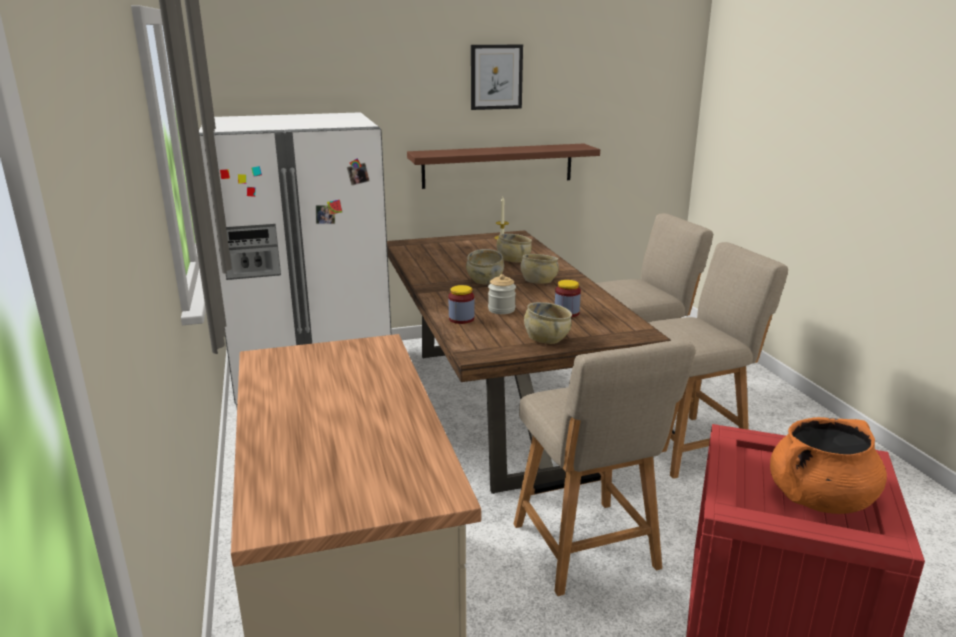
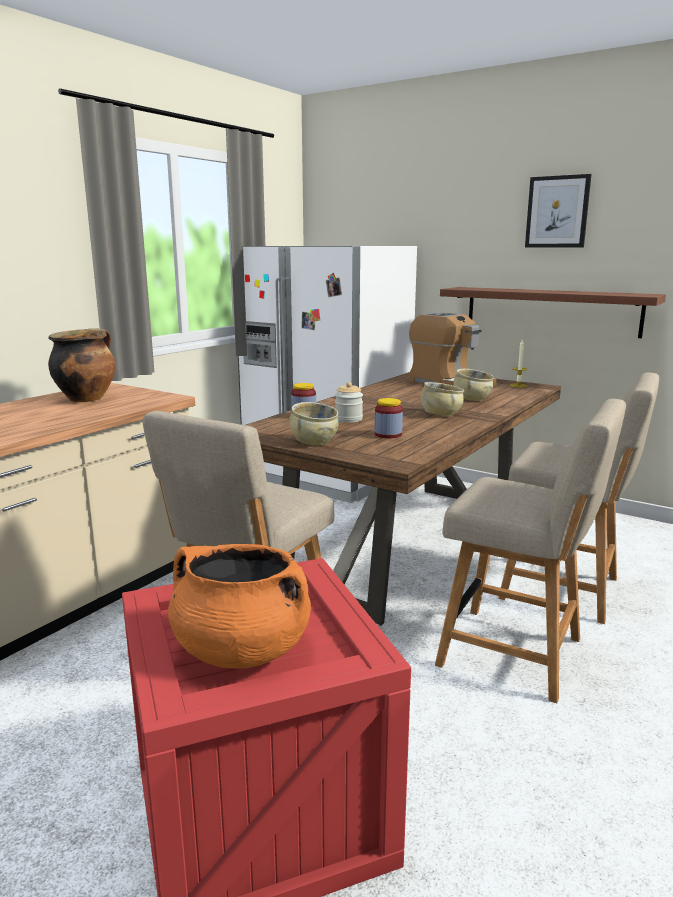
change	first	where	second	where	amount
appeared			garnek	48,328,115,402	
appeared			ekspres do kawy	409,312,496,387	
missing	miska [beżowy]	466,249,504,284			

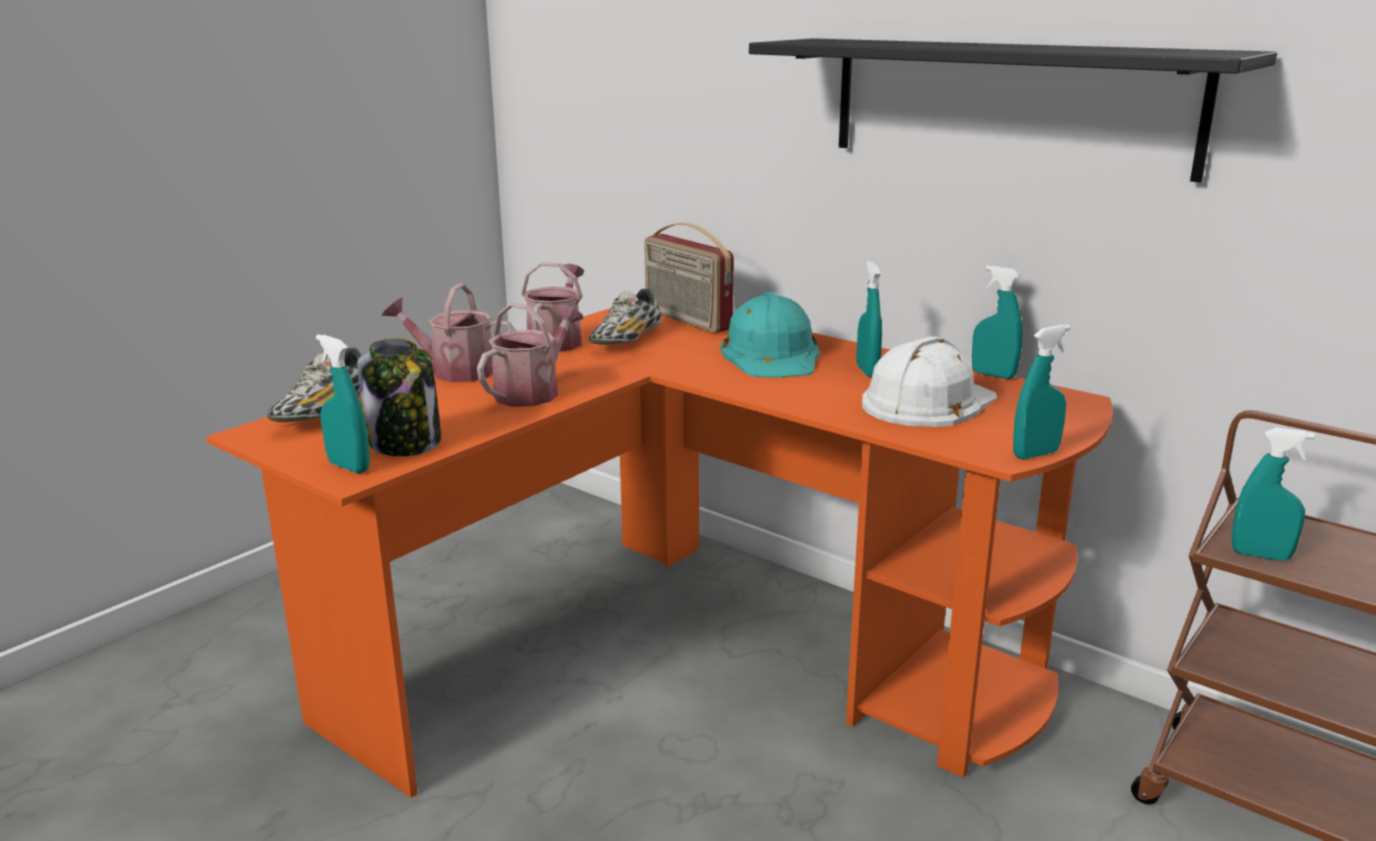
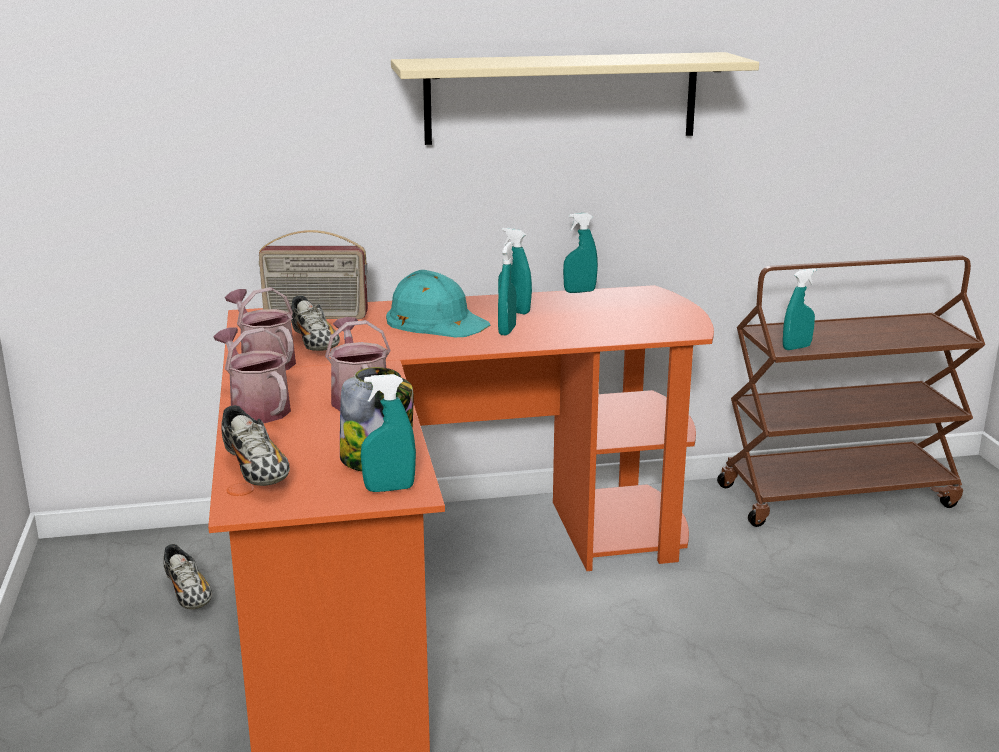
change	first	where	second	where	amount
appeared			but	163,544,212,609	
spun	konewka	381,283,516,382		213,327,291,423	90 degrees clockwise
colour	półka [czarny]	749,38,1277,183	półka [beżowy]	391,52,759,145	
relocated	spryskiwacz [turkusowy]	1013,325,1071,459		498,241,517,335	
missing	kask [biały]	862,336,997,427			

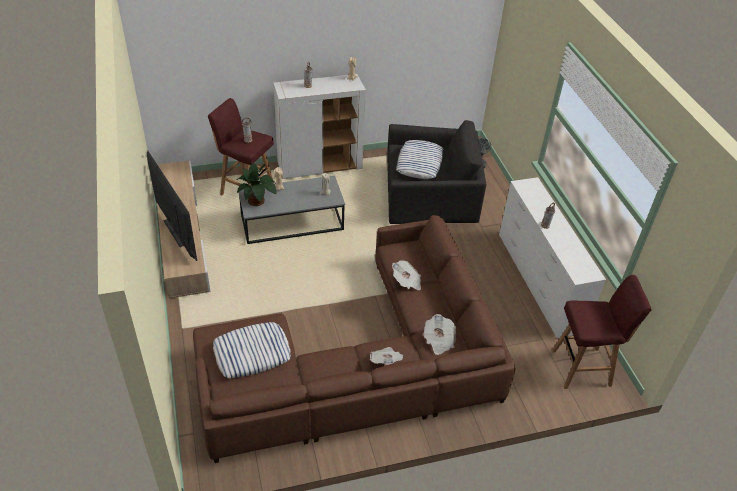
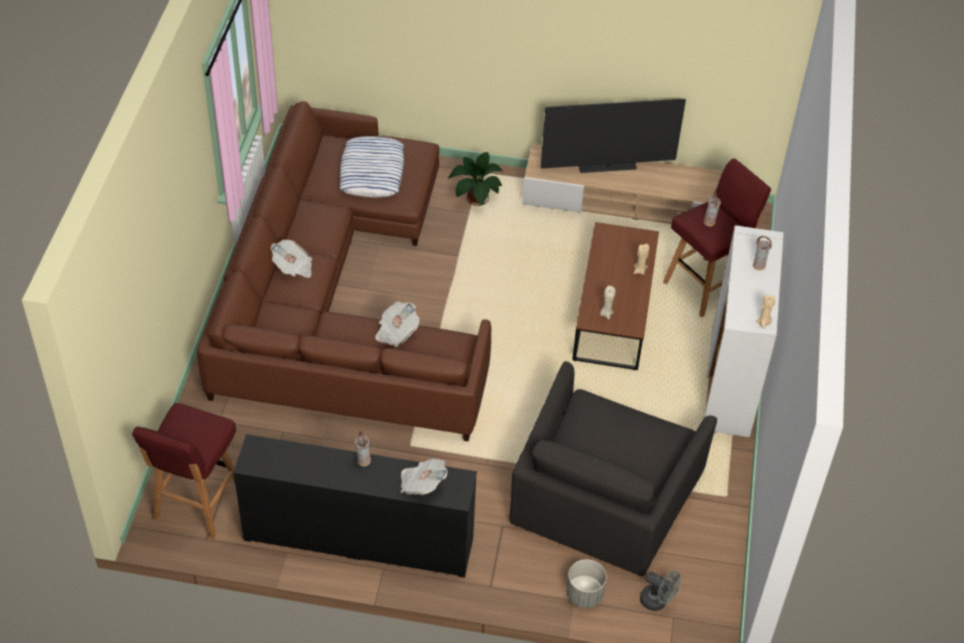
change	first	where	second	where	amount
colour	komoda [biały]	499,177,606,339	komoda [czarny]	233,434,477,578	
relocated	gazeta	423,314,456,355		401,458,448,495	
relocated	roślina doniczkowa	236,163,277,206		448,152,503,206	
appeared			donica [szary]	566,559,607,608	
colour	ława [szary]	238,176,345,244	ława [brązowy]	572,222,659,370	
missing	poduszka	396,140,443,179			

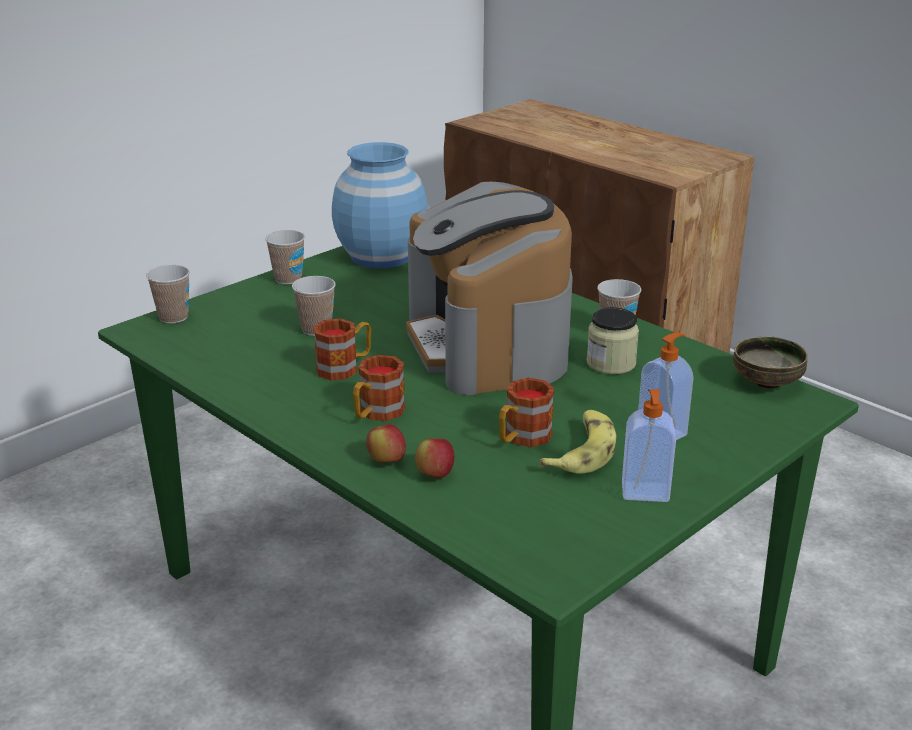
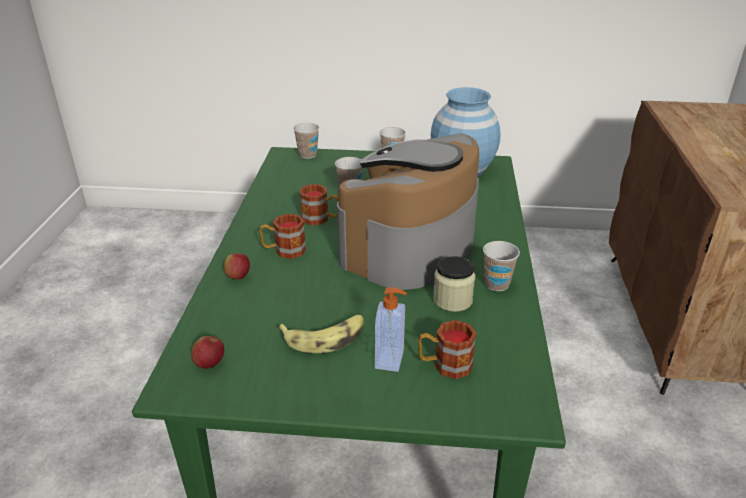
change	first	where	second	where	amount
relocated	jabłko	415,438,454,478		191,336,224,369	
relocated	kubek	499,378,554,447		418,320,477,379	
missing	dozownik mydła	622,389,676,502			
missing	miska	733,336,808,389			

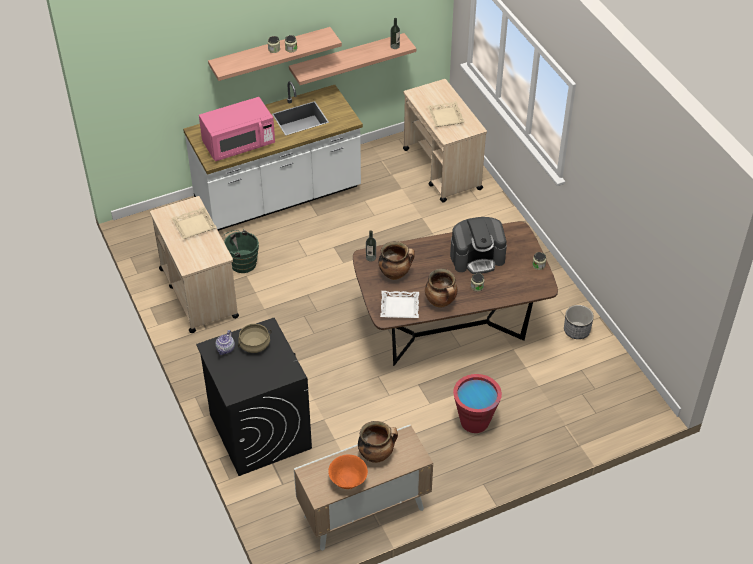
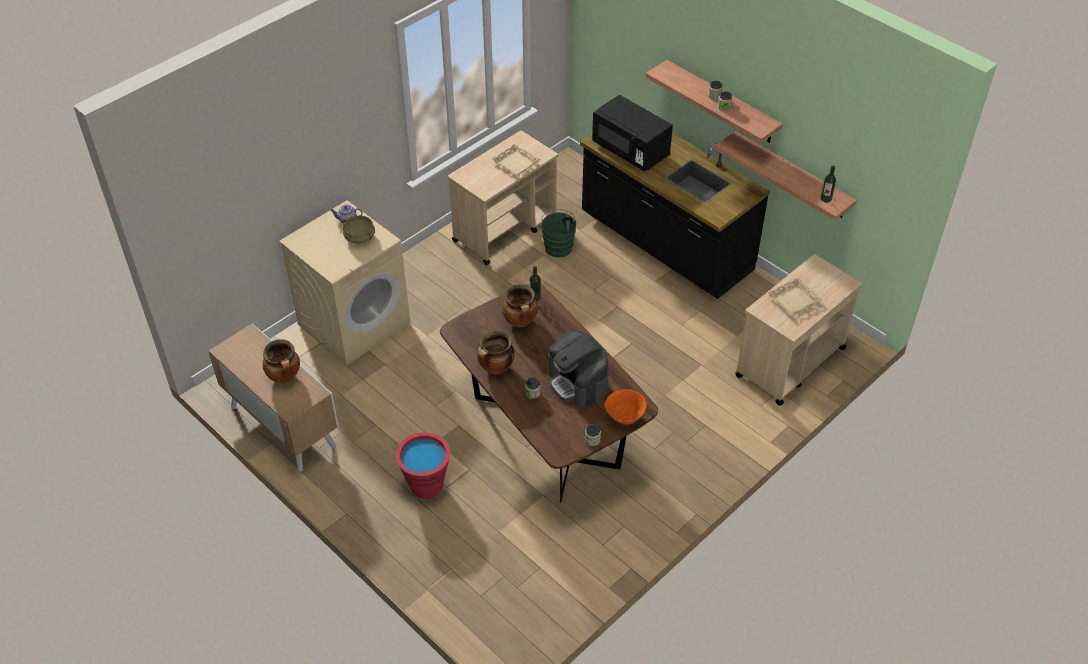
change	first	where	second	where	amount
colour	pralka [czarny]	196,318,312,476	pralka [beżowy]	279,200,410,366	
colour	zabudowa kuchenna [biały]	183,81,363,231	zabudowa kuchenna [czarny]	580,133,770,299	
colour	mikrofalówka [różowy]	199,97,275,161	mikrofalówka [czarny]	592,95,673,172	
relocated	miska [pomarańczowy]	328,455,368,489		605,389,647,425	
missing	taca [biały]	380,291,419,318			
missing	donica	564,305,594,339			

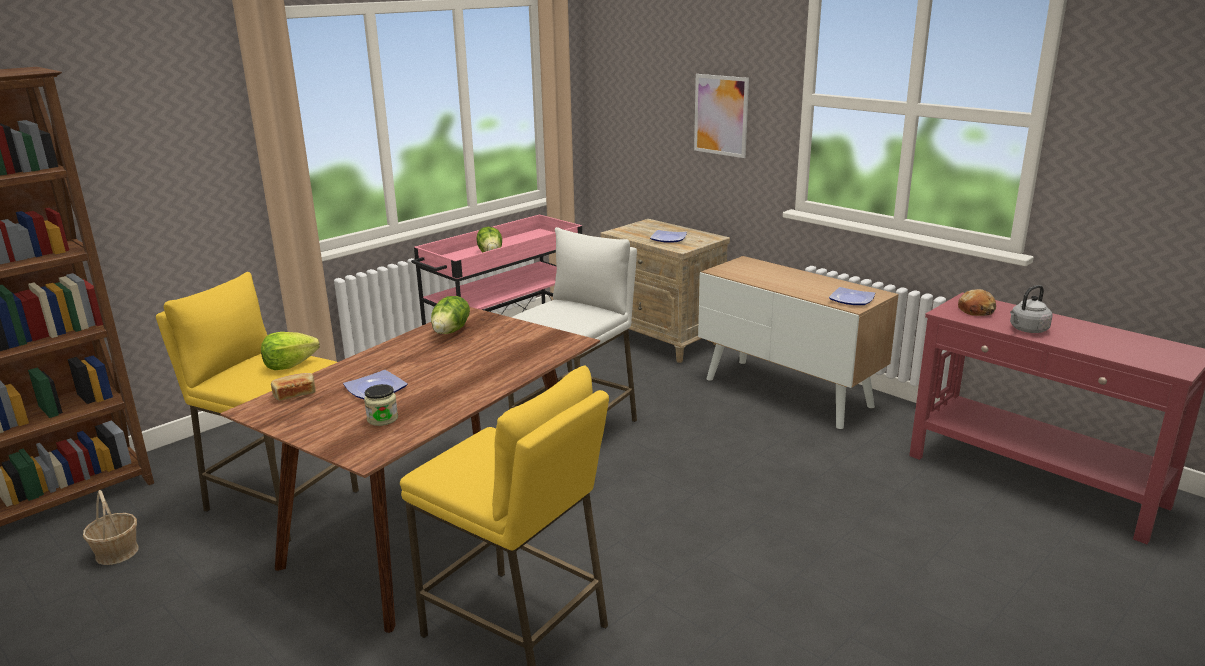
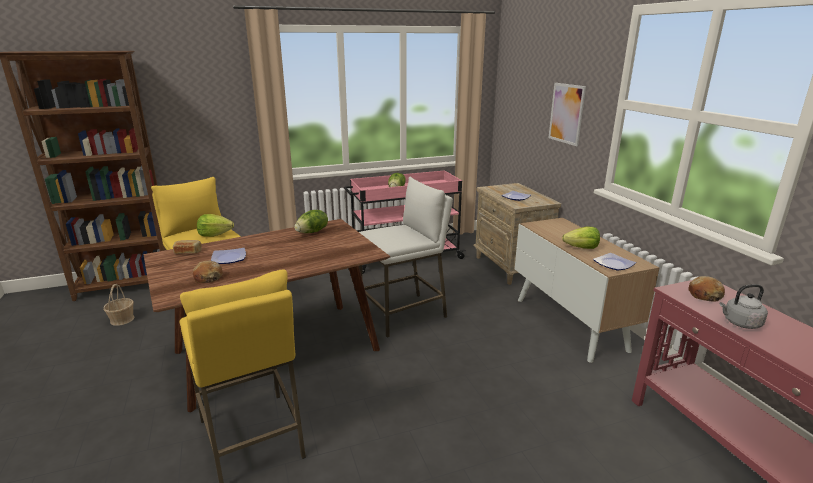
change	first	where	second	where	amount
exchanged	słoik	364,384,398,426	chleb	193,261,223,283	
appeared			sałata	562,227,600,249	

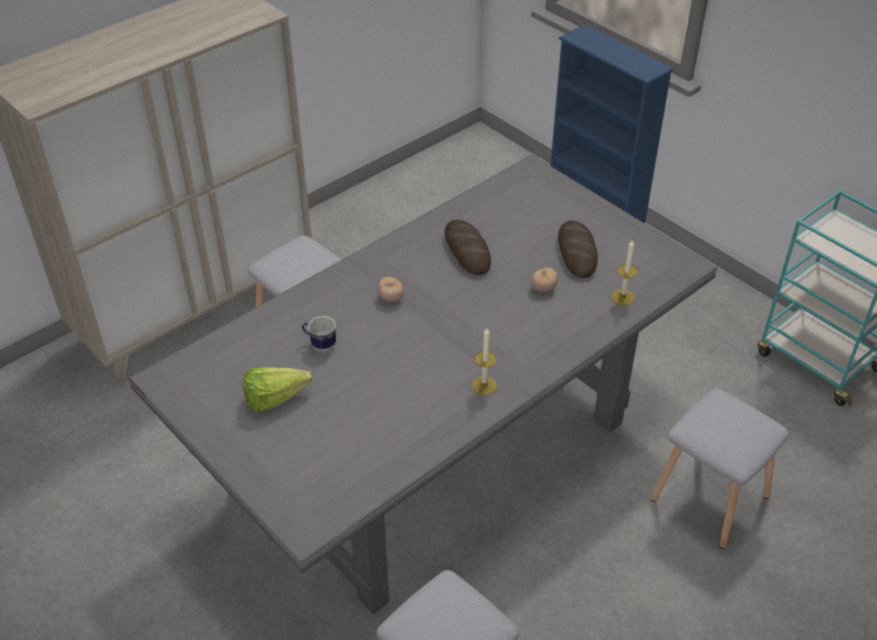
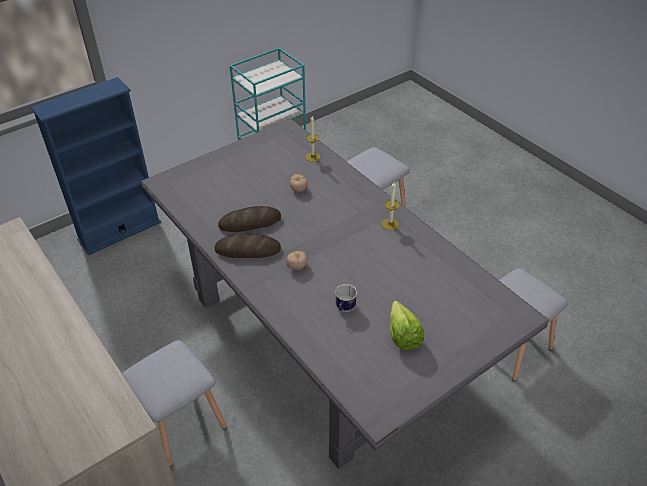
change	first	where	second	where	amount
relocated	chleb	558,220,598,278		215,234,281,258	

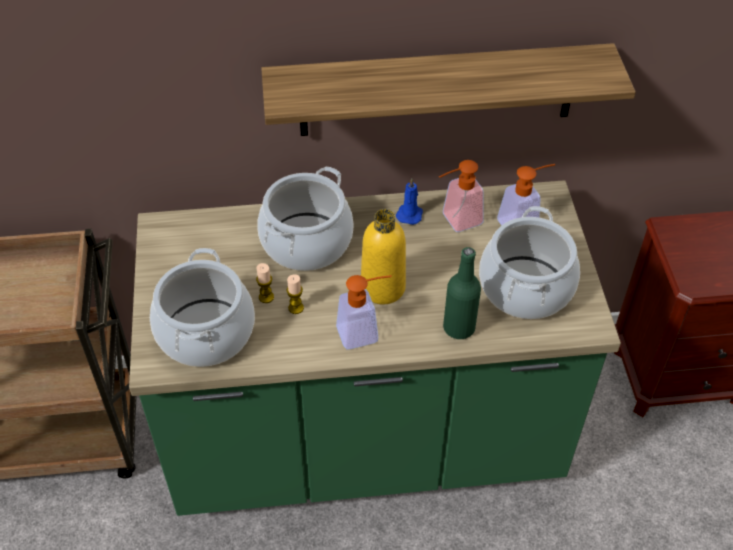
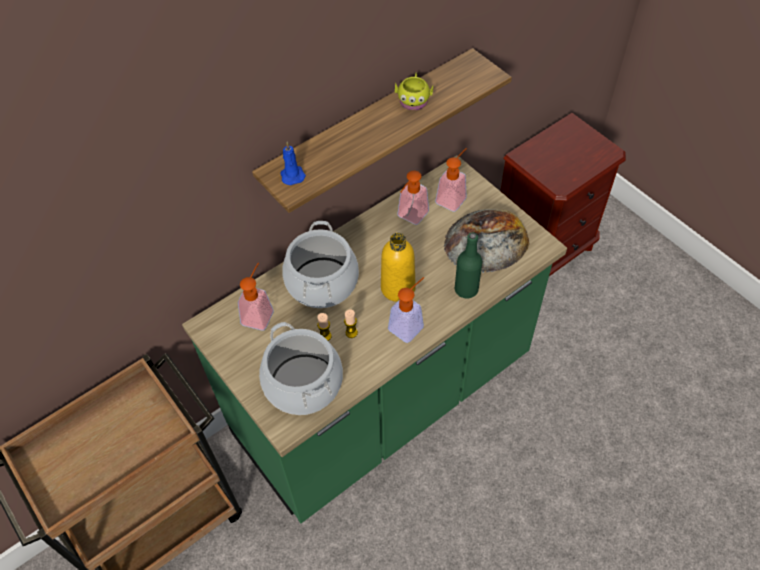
change	first	where	second	where	amount
appeared			dozownik mydła	238,263,273,331	
relocated	świeca [niebieski]	396,178,423,225		280,142,306,185	
appeared			kubek [żółty]	395,72,433,110	
exchanged	garnek	479,206,580,319	chleb	444,209,529,273	

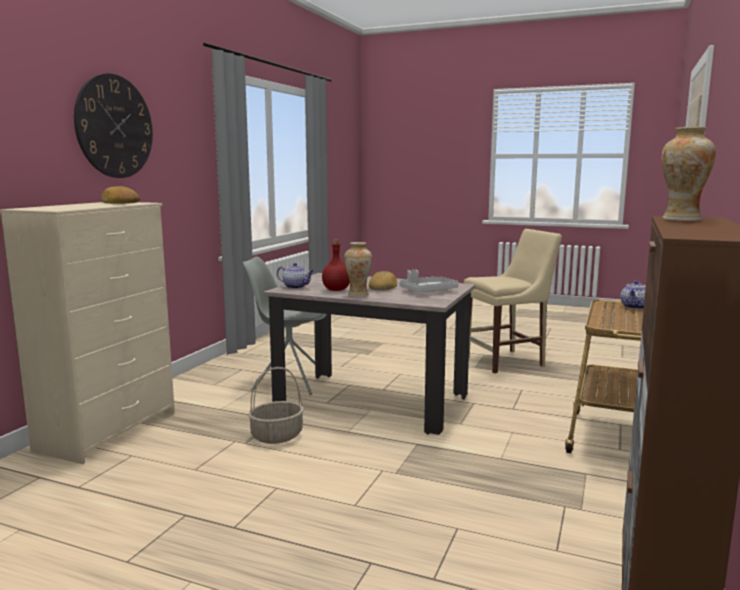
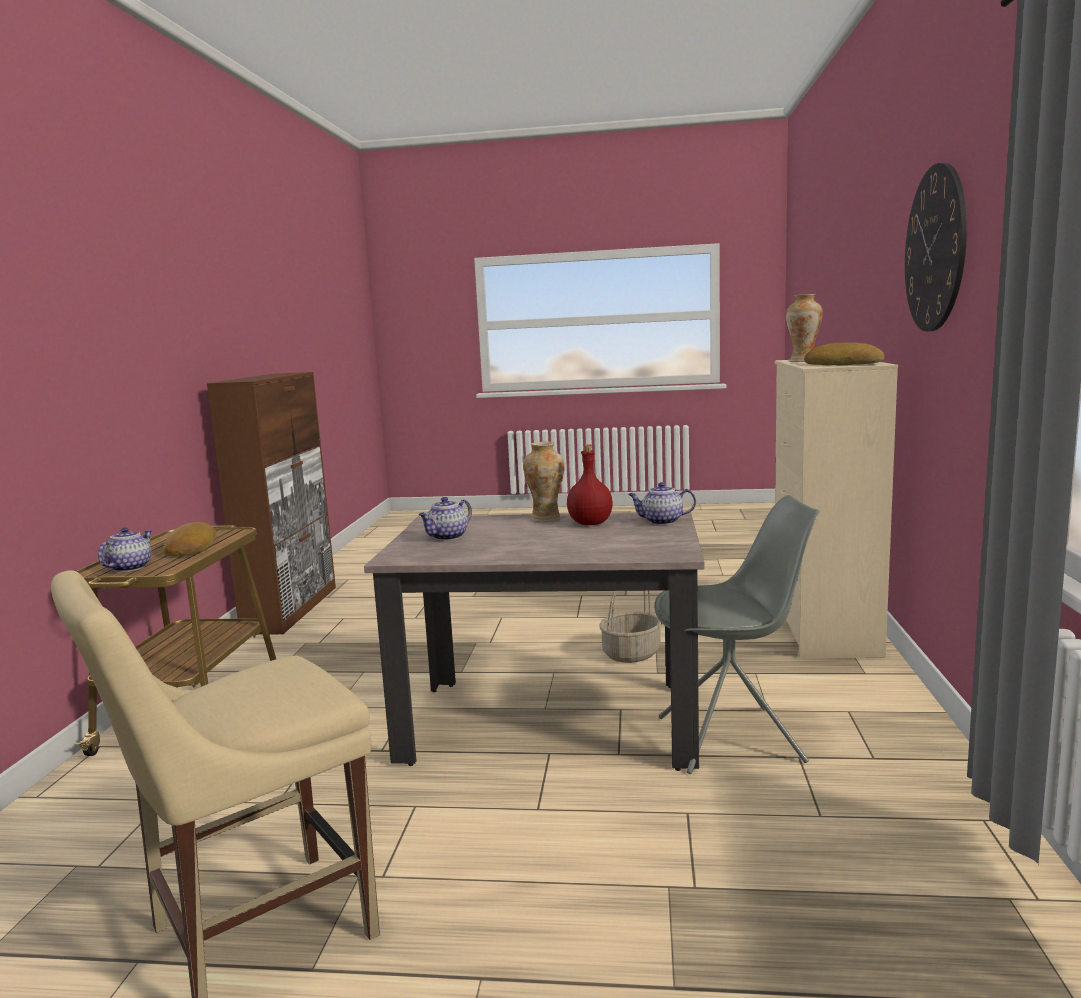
change	first	where	second	where	amount
relocated	chleb	369,271,397,290		163,522,217,556	
exchanged	taca [szary]	399,270,459,292	imbryk	419,497,472,540	
relocated	wazon	661,127,716,221		786,294,823,362	

